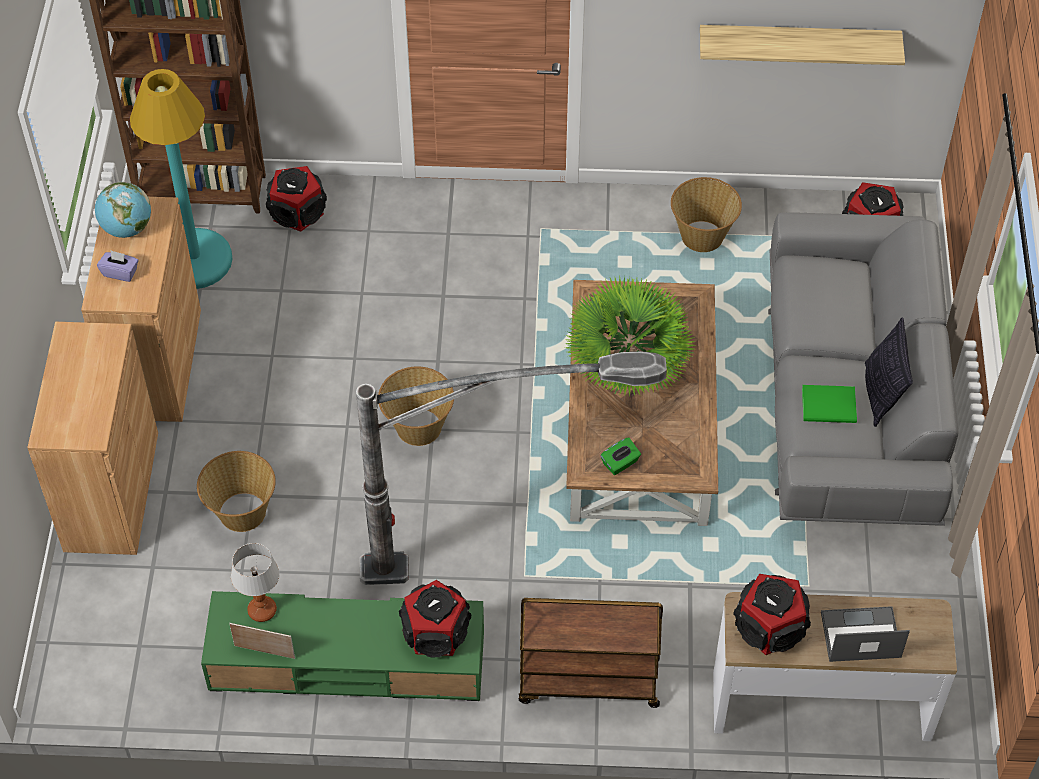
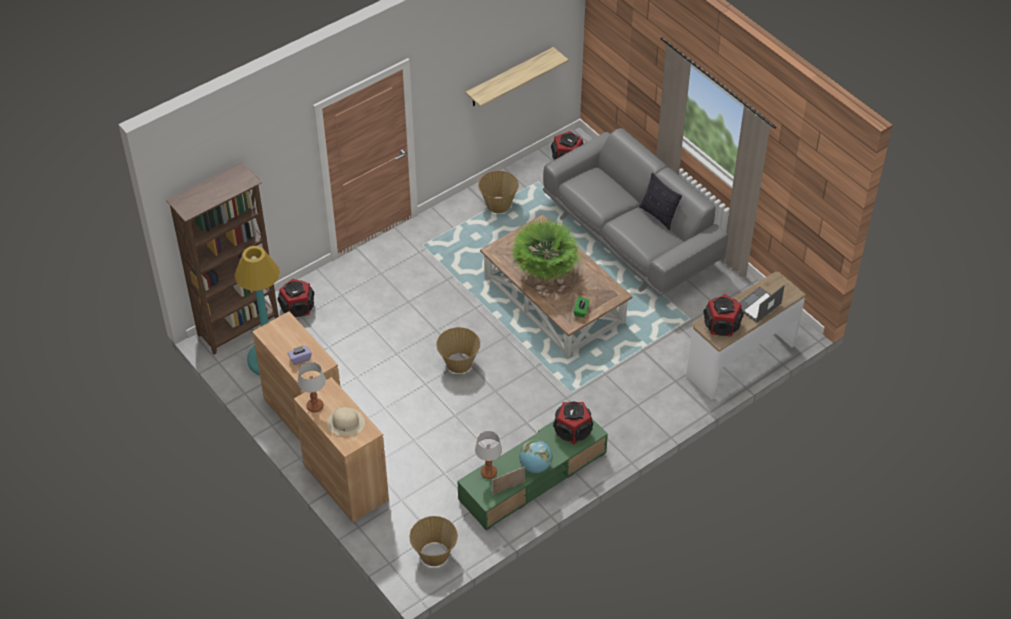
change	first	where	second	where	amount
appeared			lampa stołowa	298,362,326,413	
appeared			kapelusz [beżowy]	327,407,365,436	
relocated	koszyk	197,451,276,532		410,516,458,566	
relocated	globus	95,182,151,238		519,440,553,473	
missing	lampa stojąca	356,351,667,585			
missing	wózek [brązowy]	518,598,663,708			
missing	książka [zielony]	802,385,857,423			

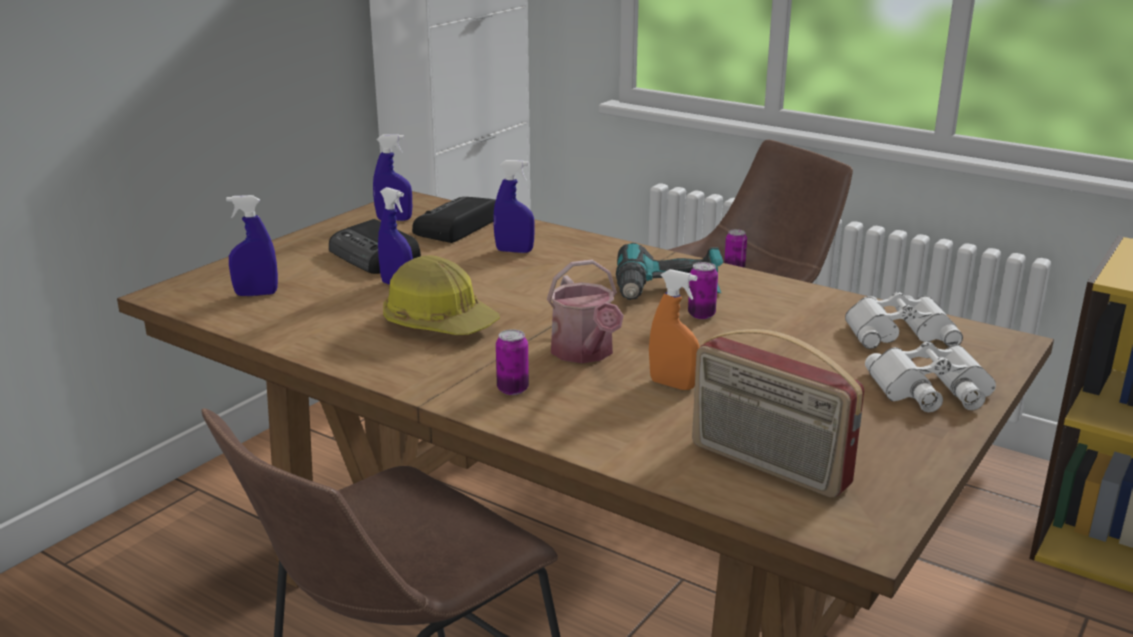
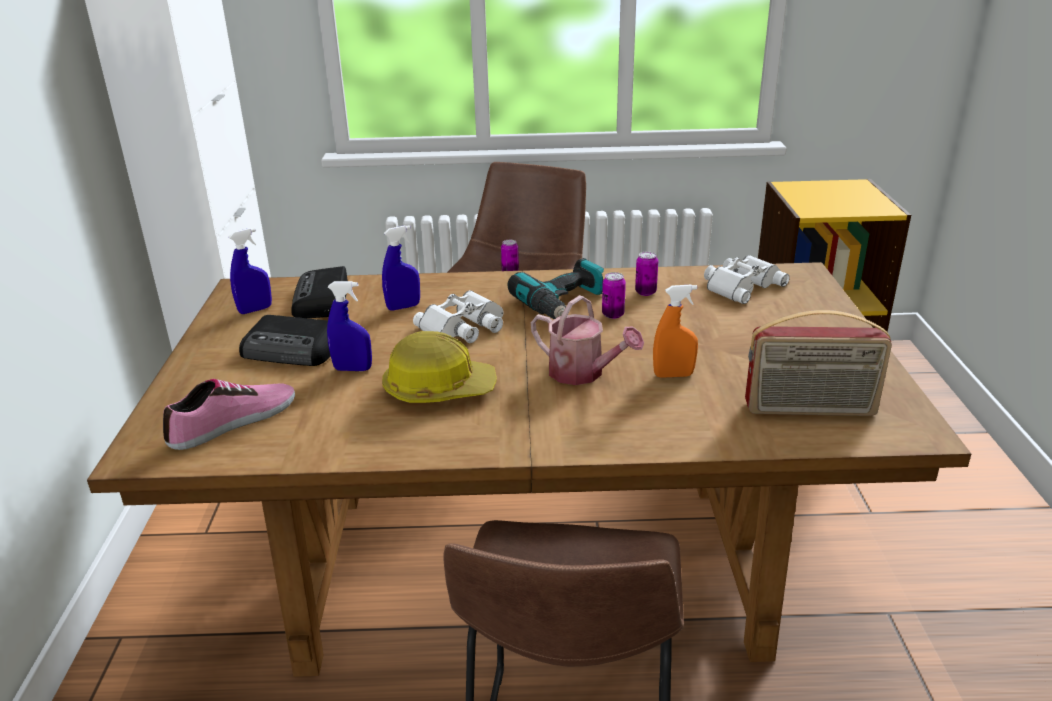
change	first	where	second	where	amount
exchanged	spryskiwacz [niebieski]	226,195,278,296	but	163,379,295,450	
relocated	lornetka [biały]	865,342,996,412		413,290,504,343	
relocated	puszka	496,329,529,395		635,252,658,296	

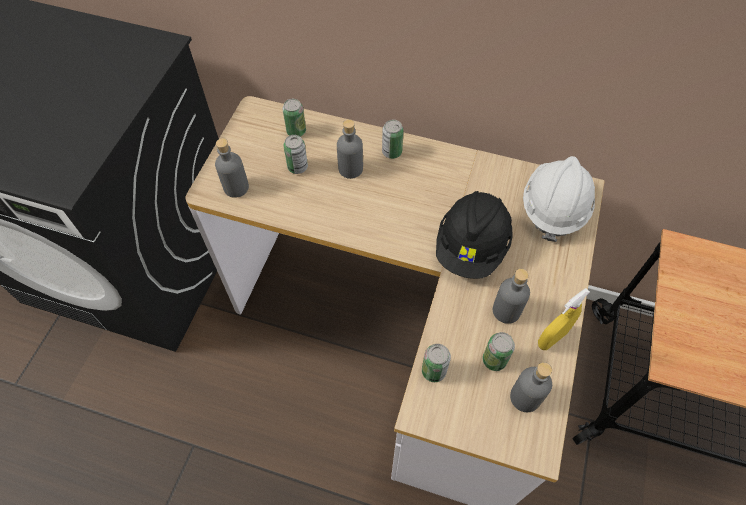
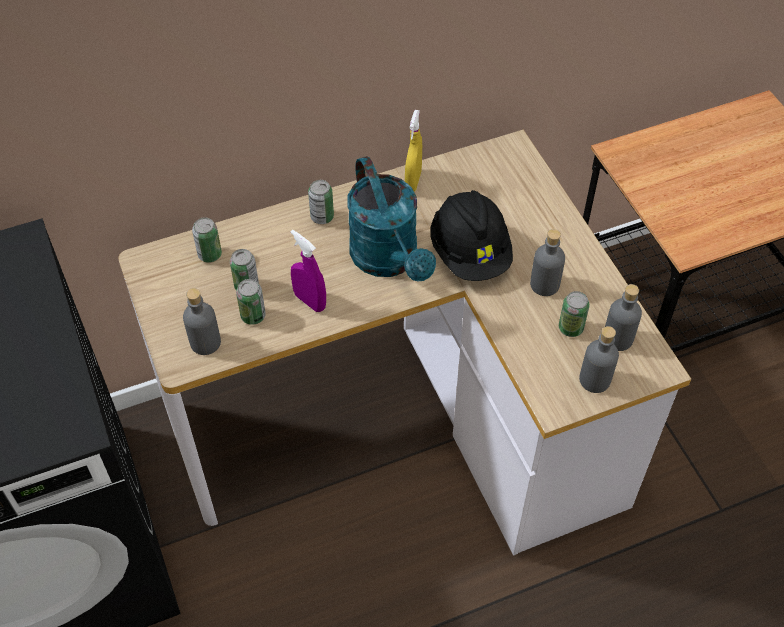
change	first	where	second	where	amount
relocated	puszka	422,344,451,382		236,279,266,325	
appeared			spryskiwacz [fioletowy]	290,230,326,312	
appeared			konewka [turkusowy]	347,156,436,281	
relocated	spryskiwacz [żółty]	538,288,590,350		405,110,422,191	
relocated	butelka [szary]	337,119,363,179		579,326,619,393	
missing	kask [biały]	523,156,595,242			

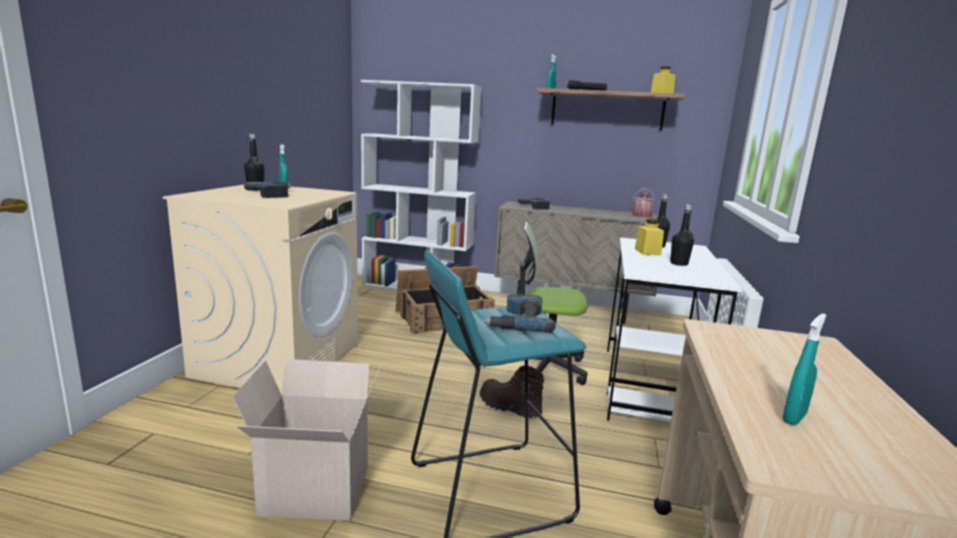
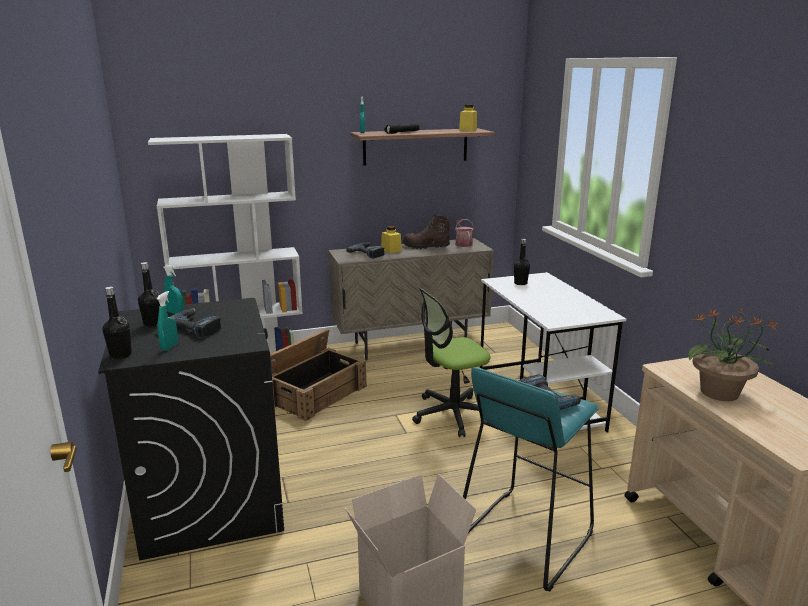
change	first	where	second	where	amount
colour	pralka [beżowy]	163,185,358,395	pralka [czarny]	98,298,284,561	
relocated	butelka [czarny]	670,204,694,266		102,287,132,359	
relocated	spryskiwacz [turkusowy]	783,313,826,425		157,291,178,351	
relocated	słoik [żółty]	635,219,664,255		381,226,402,253	
relocated	but z cholewką [brązowy]	480,366,544,419		402,215,450,249	
appeared			roślina doniczkowa	688,308,778,401	

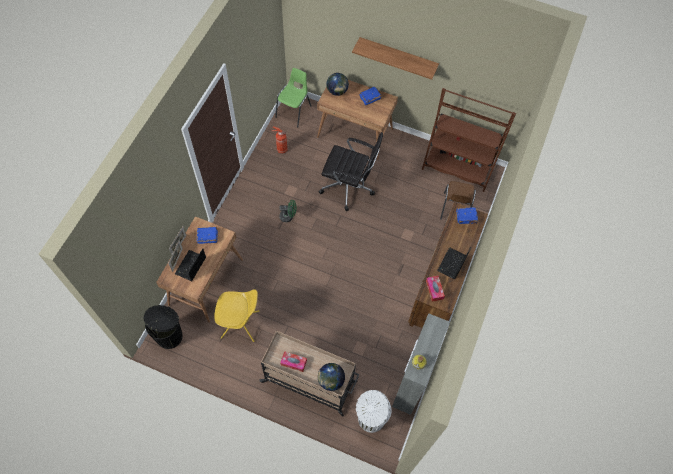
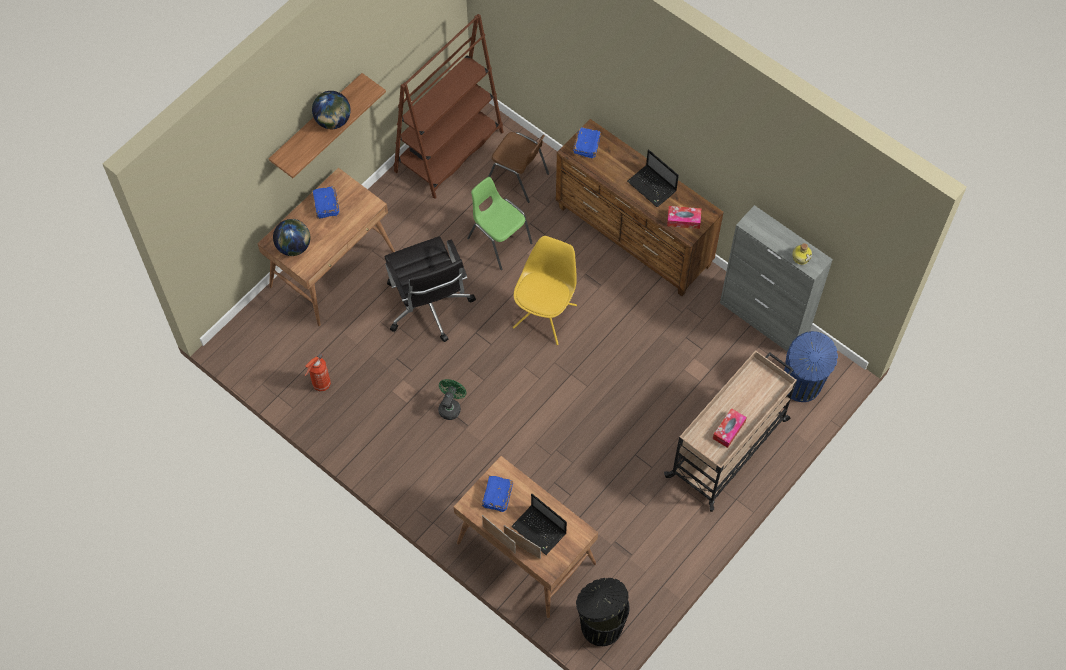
change	first	where	second	where	amount
relocated	globus	318,363,345,391		312,91,351,129	
spun	krzesło biurowe [czarny]	319,132,383,211		385,236,476,342	120 degrees clockwise
relocated	krzesło [zielony]	275,68,311,127		467,177,533,270	
relocated	krzesło [żółty]	214,289,259,342		513,236,577,345	
colour	kosz na śmieci [biały]	356,390,392,433	kosz na śmieci [niebieski]	784,331,838,402	

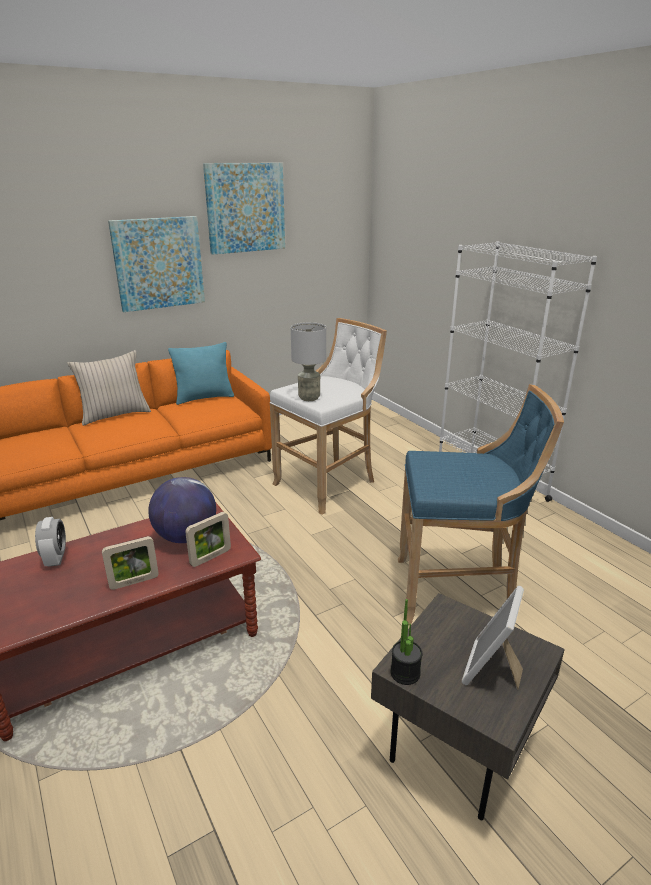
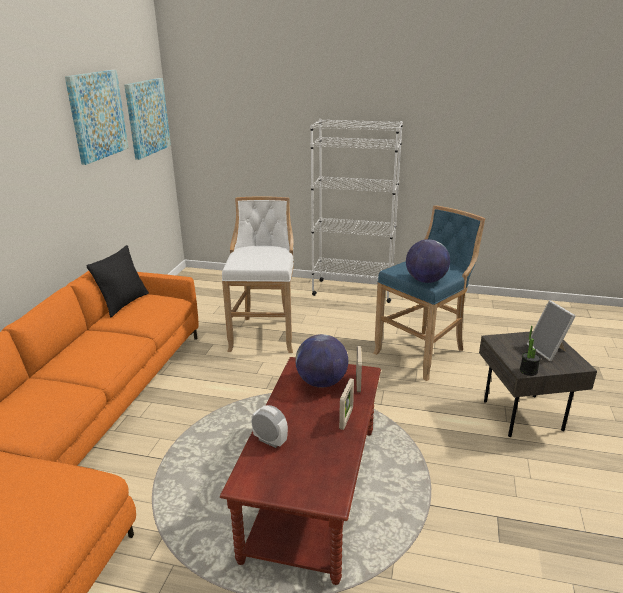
change	first	where	second	where	amount
colour	poduszka [turkusowy]	168,342,234,405	poduszka [czarny]	87,245,149,317	
relocated	obraz	108,216,205,312		124,78,171,160	
appeared			globus	406,239,450,283	
missing	poduszka [beżowy]	67,350,151,426			
missing	lampa stołowa [szary]	291,322,326,401			

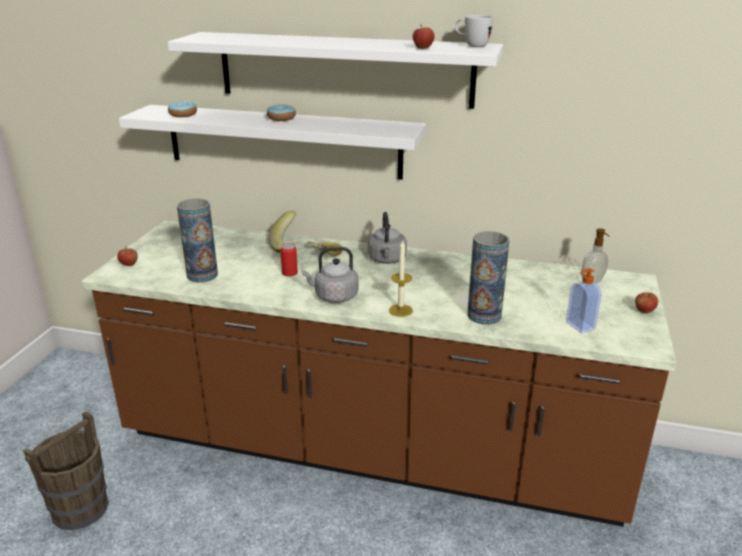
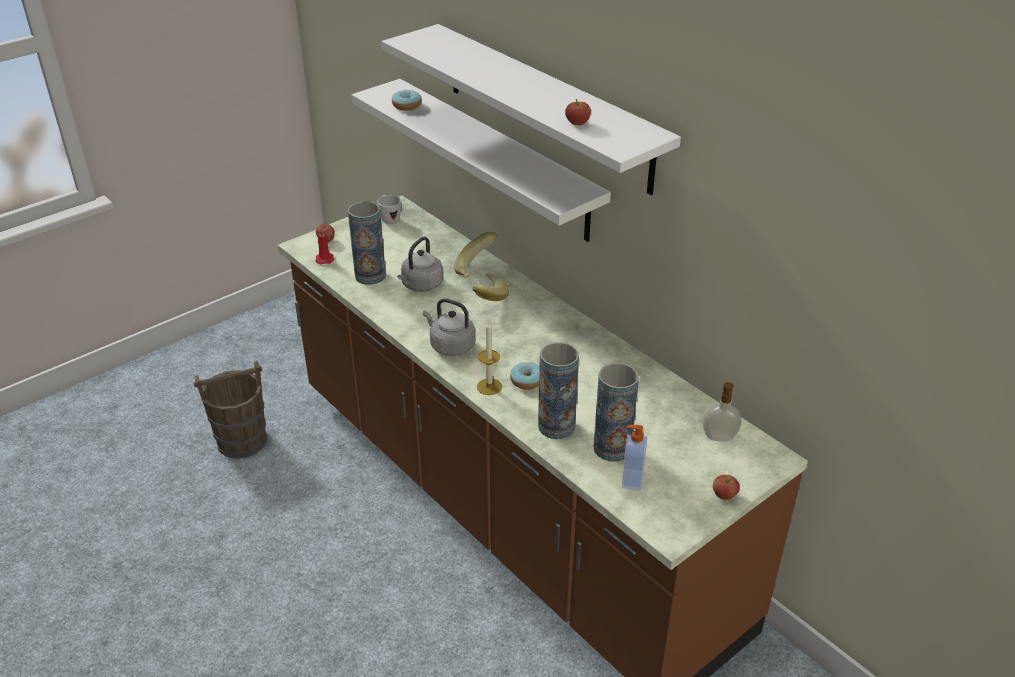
change	first	where	second	where	amount
appeared			świeca [czerwony]	315,229,334,264	
relocated	kubek [biały]	455,15,493,47		377,195,401,224	
relocated	czajnik [szary]	368,212,407,264		397,237,443,292	
relocated	donut	267,104,296,121		510,362,540,389	
appeared			wazon	594,363,639,462	
missing	puszka	280,243,298,277			

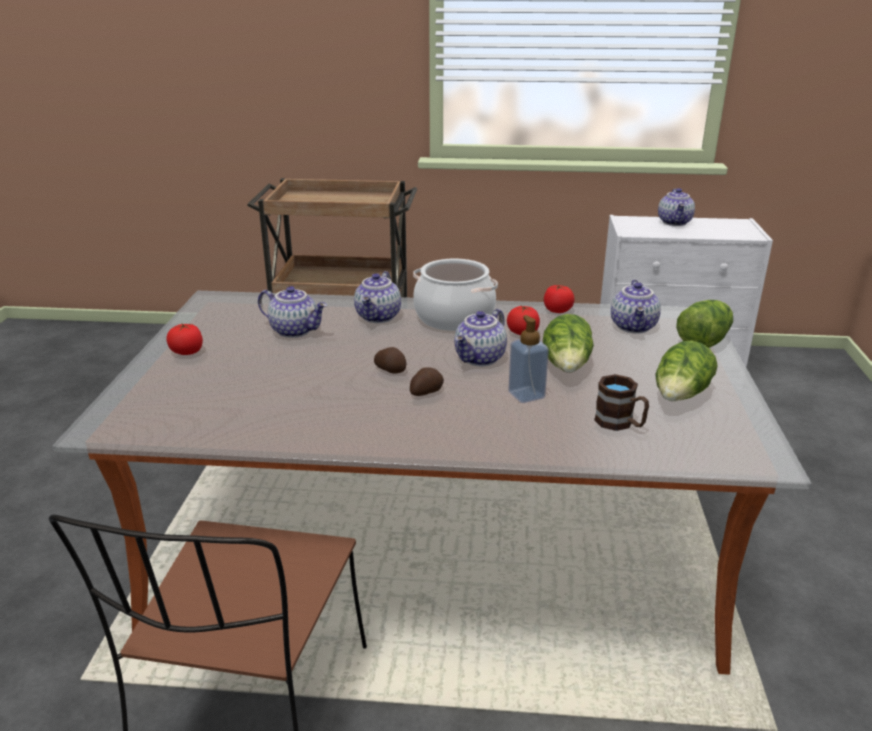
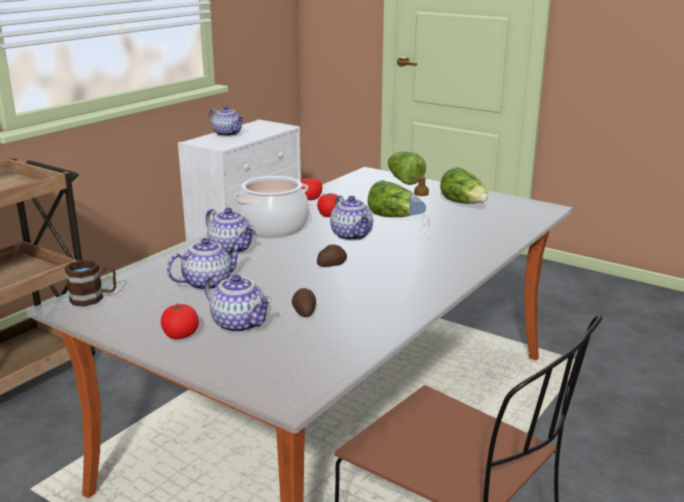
change	first	where	second	where	amount
relocated	kubek [brązowy]	594,374,649,431		64,260,116,307	
relocated	imbryk	611,280,661,333		204,275,272,333	
relocated	ziemniak	410,367,444,396		292,288,316,317	

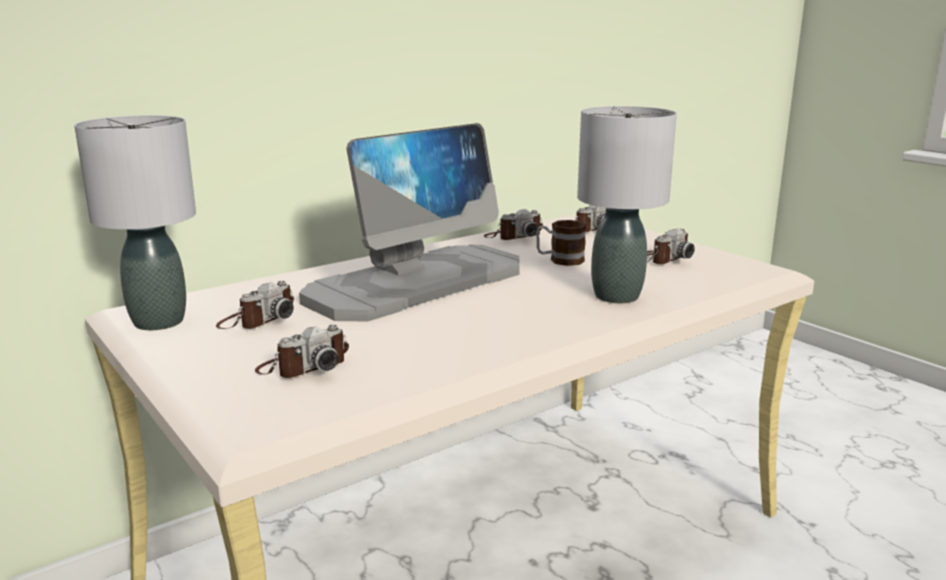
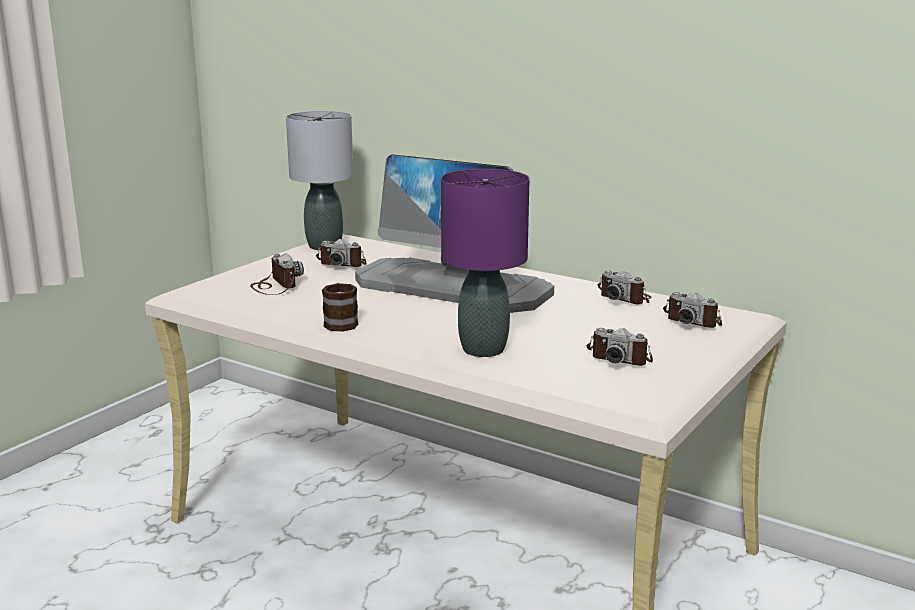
change	first	where	second	where	amount
spun	aparat fotograficzny	255,324,349,378		250,253,304,295	150 degrees counterclockwise
relocated	kubek	536,220,586,266		322,283,358,332	
colour	lampa stołowa [szary]	577,106,677,303	lampa stołowa [fioletowy]	441,169,530,357	

